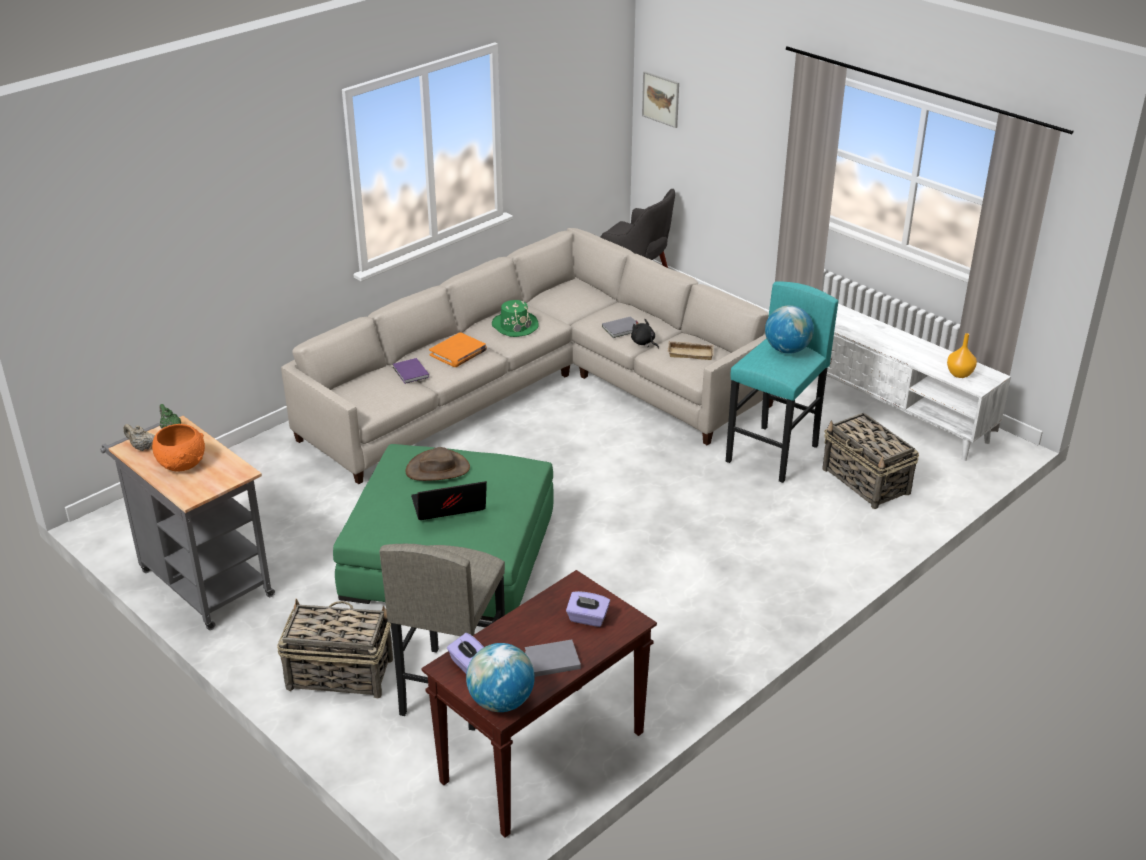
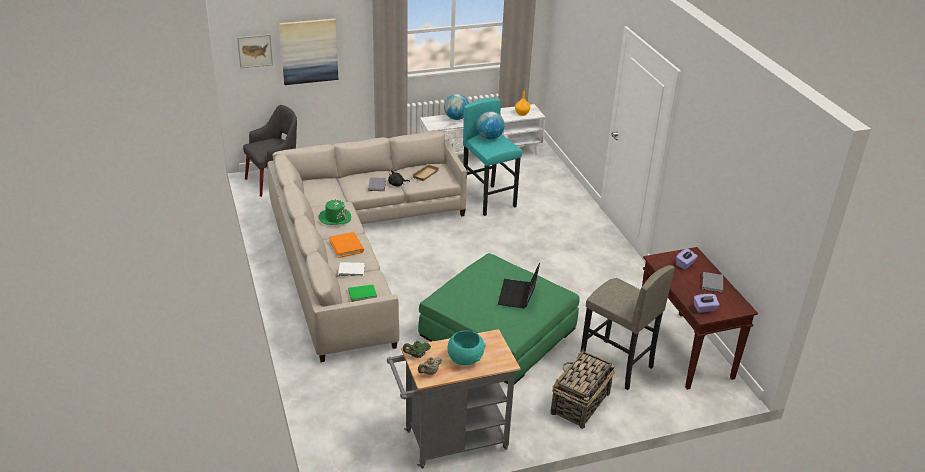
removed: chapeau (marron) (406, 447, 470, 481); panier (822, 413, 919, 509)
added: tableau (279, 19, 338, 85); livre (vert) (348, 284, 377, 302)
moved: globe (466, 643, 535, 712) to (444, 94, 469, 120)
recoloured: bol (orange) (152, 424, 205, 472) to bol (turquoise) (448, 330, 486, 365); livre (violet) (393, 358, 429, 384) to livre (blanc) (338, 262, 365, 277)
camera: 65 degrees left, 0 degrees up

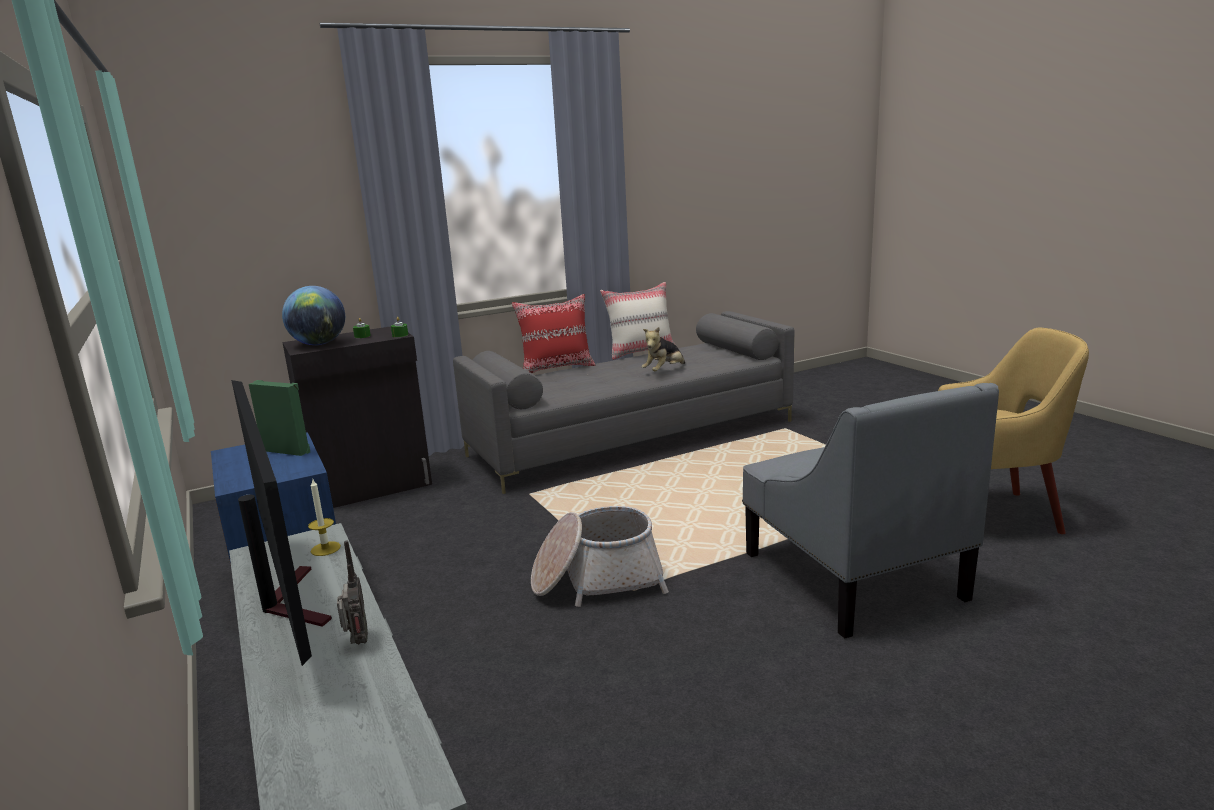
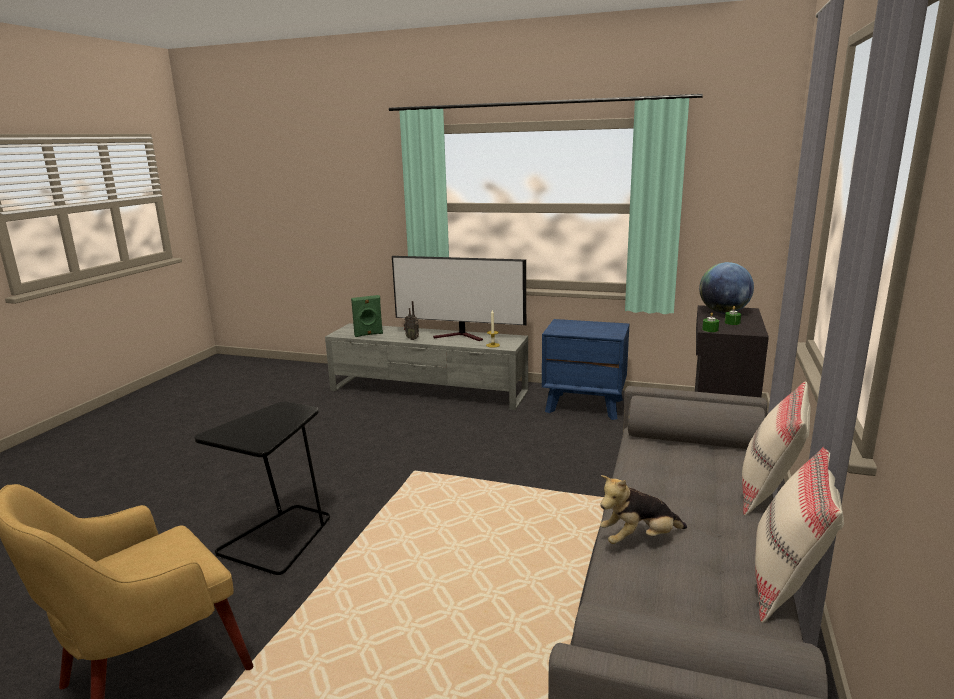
removed: panier (531, 506, 669, 607)
moved: enceinte (vert) (249, 380, 310, 456) to (351, 295, 383, 337)
replaced: fauteuil (gris) (742, 383, 999, 639) to table d'appoint (noir) (194, 401, 330, 575)
recoloured: coussin (rouge) (512, 294, 596, 373) to coussin (beige) (742, 381, 811, 516)
turned: peluche (642, 327, 685, 371) = (600, 475, 687, 544) 105 degrees counterclockwise
camera: 135 degrees right, 0 degrees up

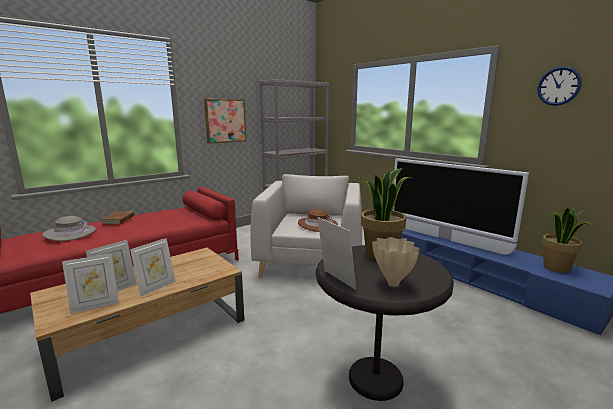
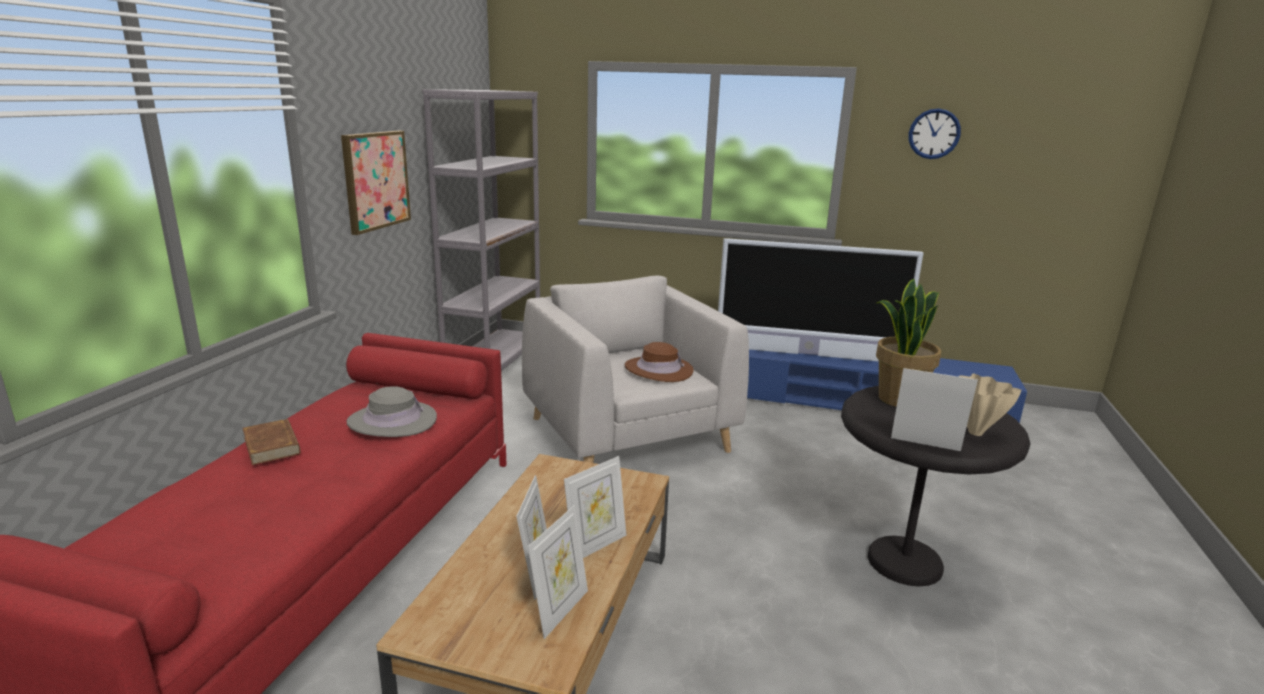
removed: plante en pot (542, 208, 592, 273)
moved: chapeau (gris) (42, 216, 96, 241) to (347, 386, 437, 437)
turned: cadre photo (130, 238, 176, 296) = (564, 456, 626, 558) 45 degrees clockwise
camera: 35 degrees left, 5 degrees up

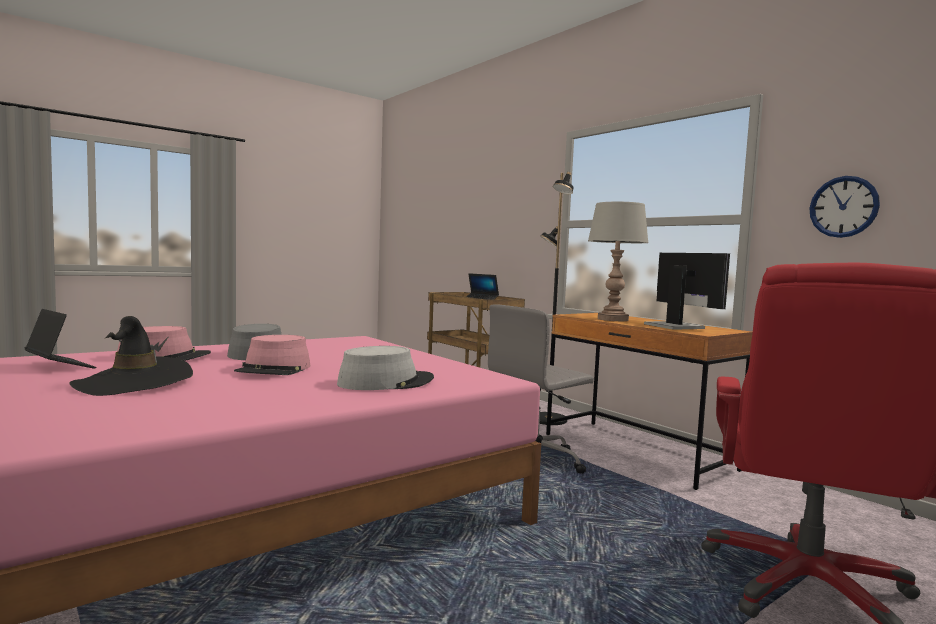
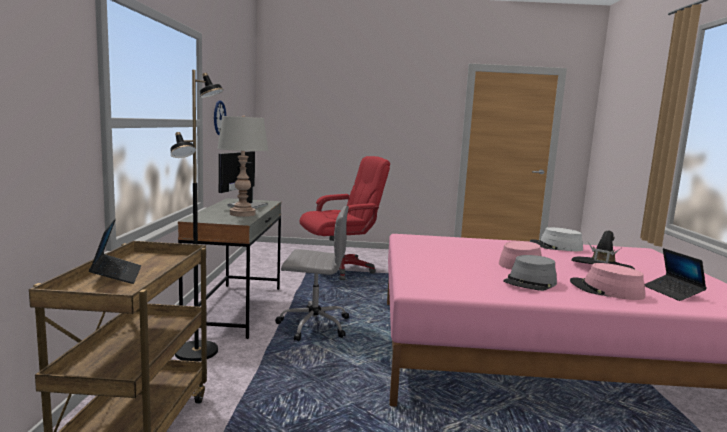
moved: chapeau (gris) (337, 346, 434, 390) to (530, 227, 583, 251)
recoloured: bureau (marron) (546, 313, 753, 490) to bureau (gris) (178, 198, 281, 339)
camera: 140 degrees left, 5 degrees up

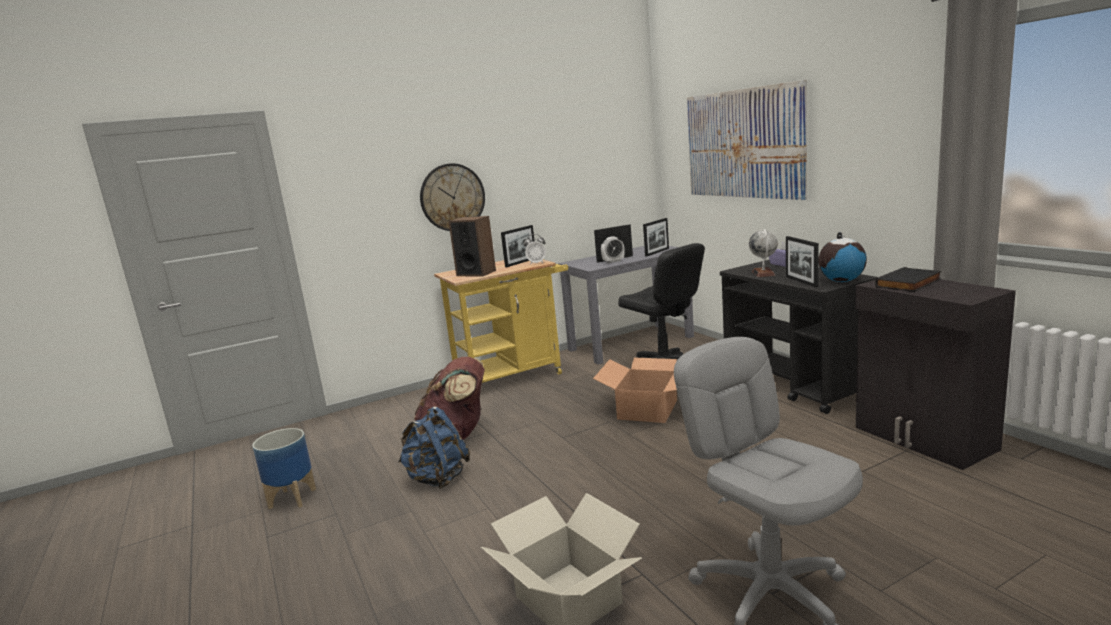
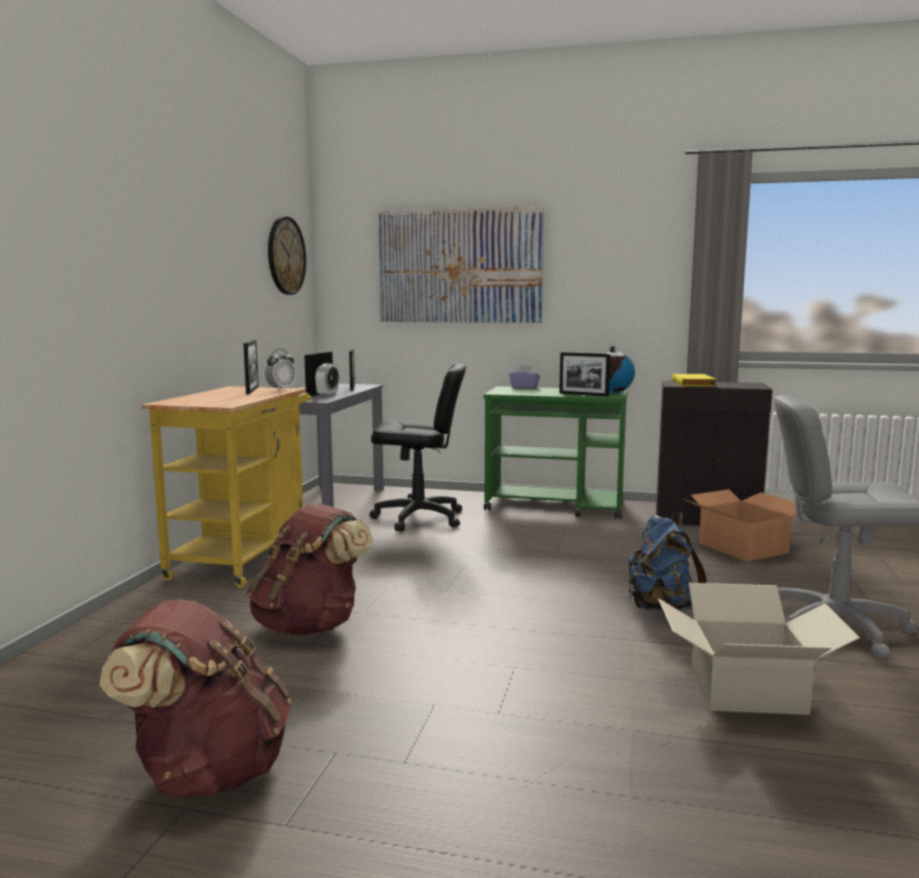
removed: enceinte (448, 216, 496, 276); globe (749, 229, 778, 277)
moved: sac à dos (bleu) (398, 406, 470, 489) to (628, 512, 707, 611); horloge murale (420, 163, 485, 231) to (268, 216, 306, 295); carton (593, 358, 677, 423) to (684, 489, 797, 562)
replaced: cache-pot (252, 428, 316, 509) to sac à dos (marron) (100, 599, 291, 797)
recoloured: chariot (noir) (720, 260, 878, 414) to chariot (vert) (484, 386, 628, 519); livre (noir) (875, 267, 942, 292) to livre (jaune) (672, 373, 716, 386)
camera: 50 degrees left, 5 degrees down

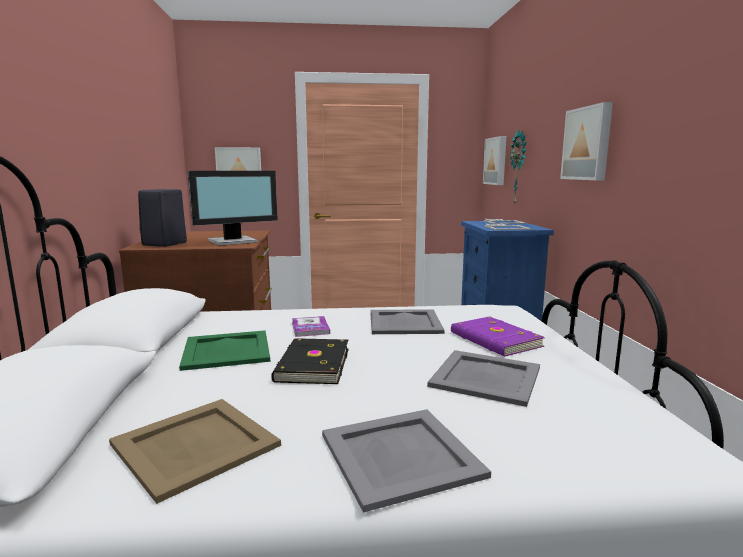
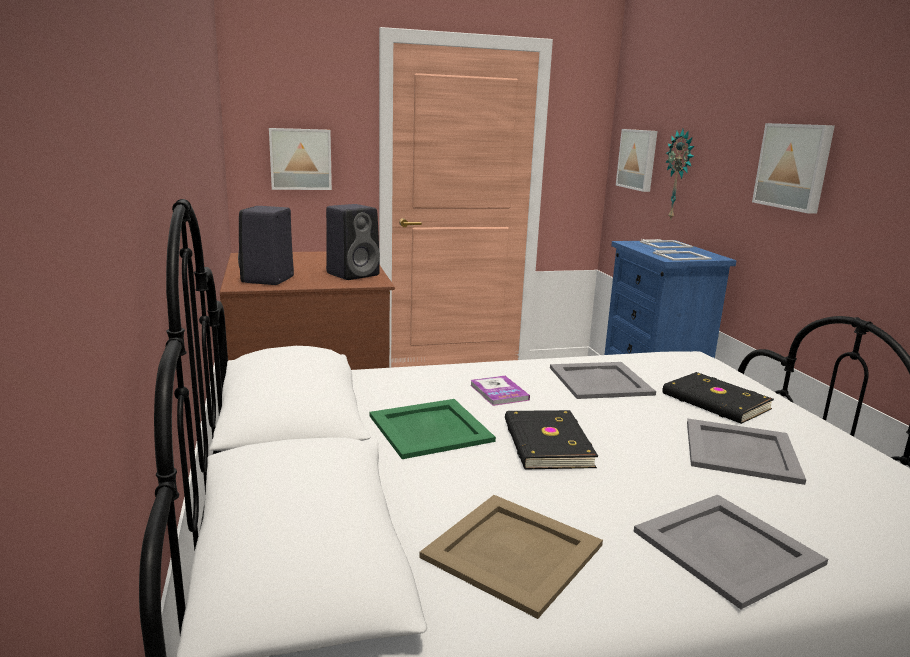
replaced: écran d'ordinateur (188, 171, 278, 246) to enceinte (noir) (326, 204, 380, 280)
recoloured: livre (violet) (451, 316, 545, 357) to livre (noir) (662, 372, 774, 424)
camera: 10 degrees left, 5 degrees up

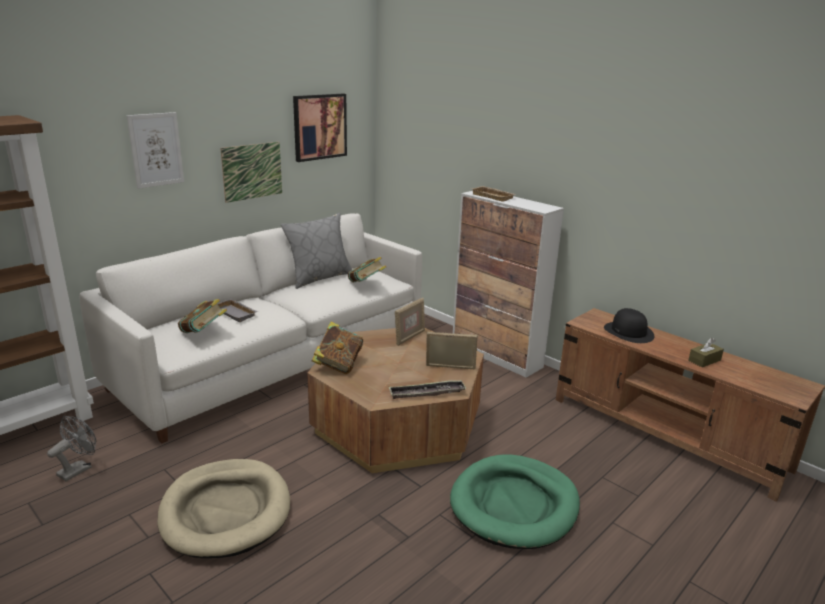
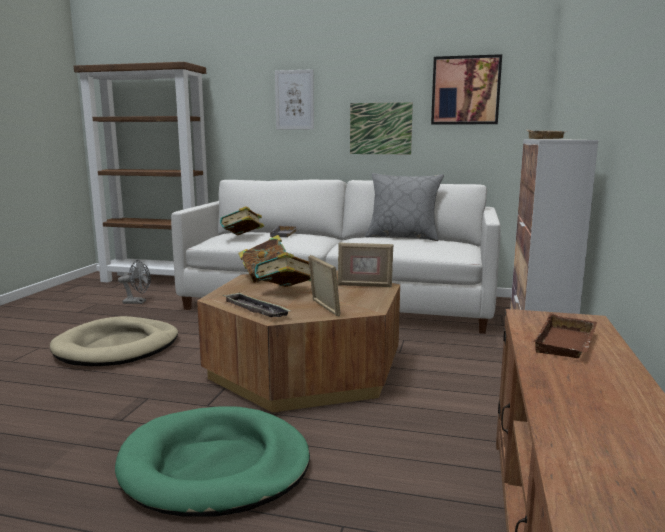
removed: boîte à mouchoirs (marron) (688, 338, 724, 367)
moved: livre (348, 257, 386, 282) to (255, 252, 311, 287)
replaced: chapeau (noir) (604, 308, 654, 343) to plateau (marron) (533, 314, 597, 358)
camera: 60 degrees right, 10 degrees down

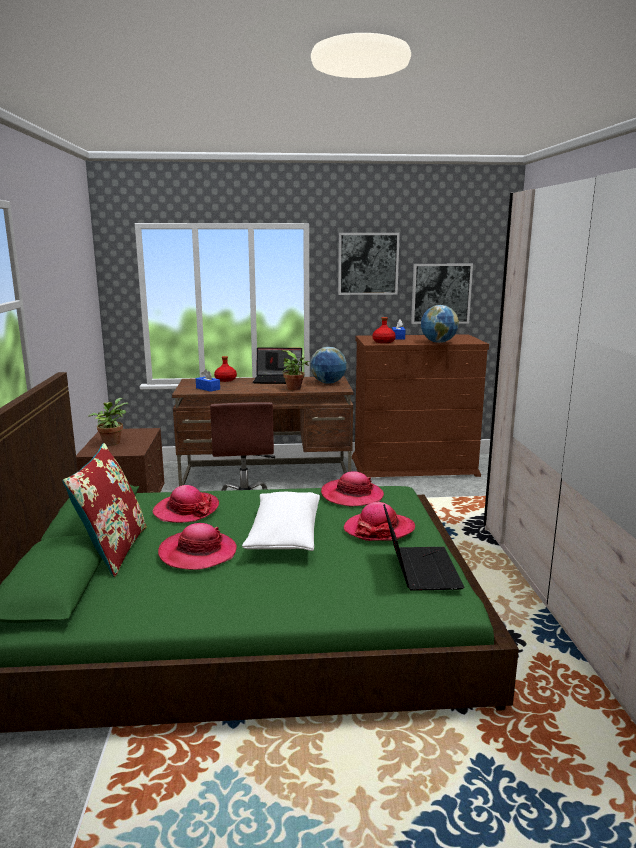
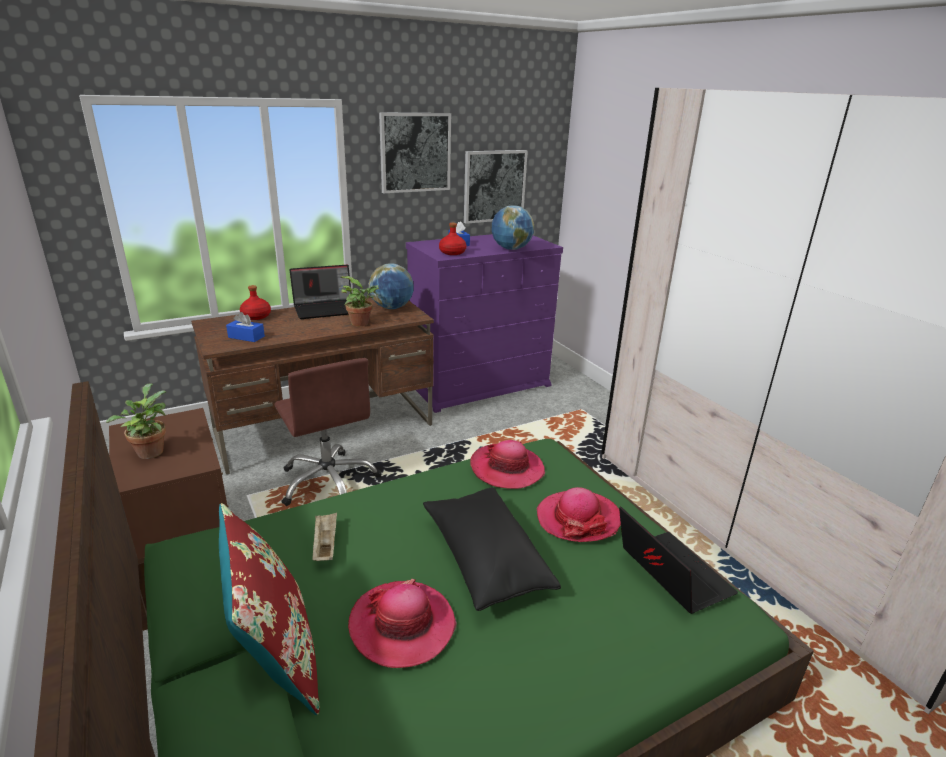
replaced: chapeau (153, 485, 219, 523) to plateau (beige) (312, 513, 337, 561)
recoloured: coussin (blanc) (242, 492, 320, 551) to coussin (noir) (423, 487, 561, 611); commode (marron) (352, 334, 489, 477) to commode (violet) (406, 234, 563, 413)
camera: 25 degrees left, 10 degrees up

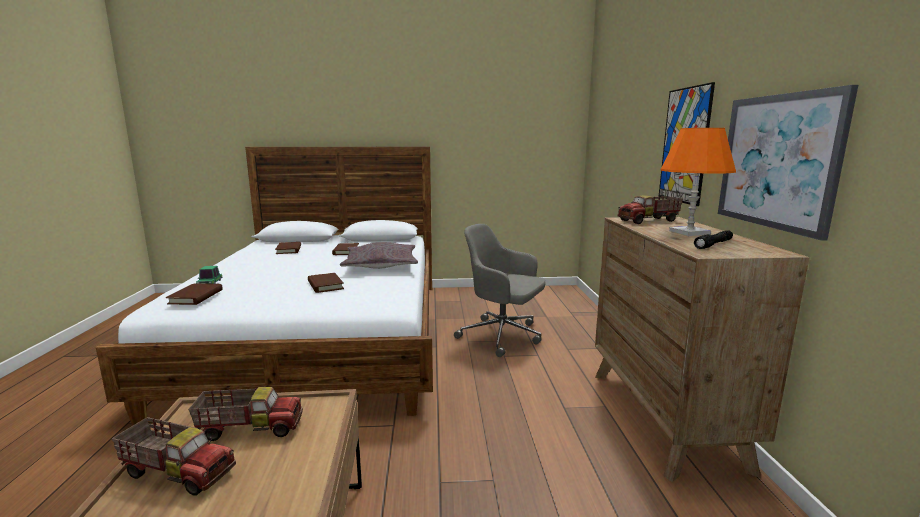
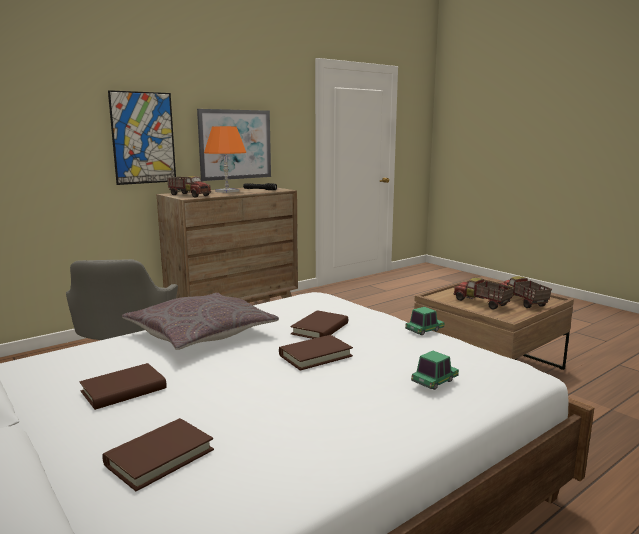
added: petite voiture (405, 307, 445, 335)
moved: livre (marron) (166, 283, 223, 305) to (279, 335, 353, 371)
camera: 125 degrees left, 0 degrees up

